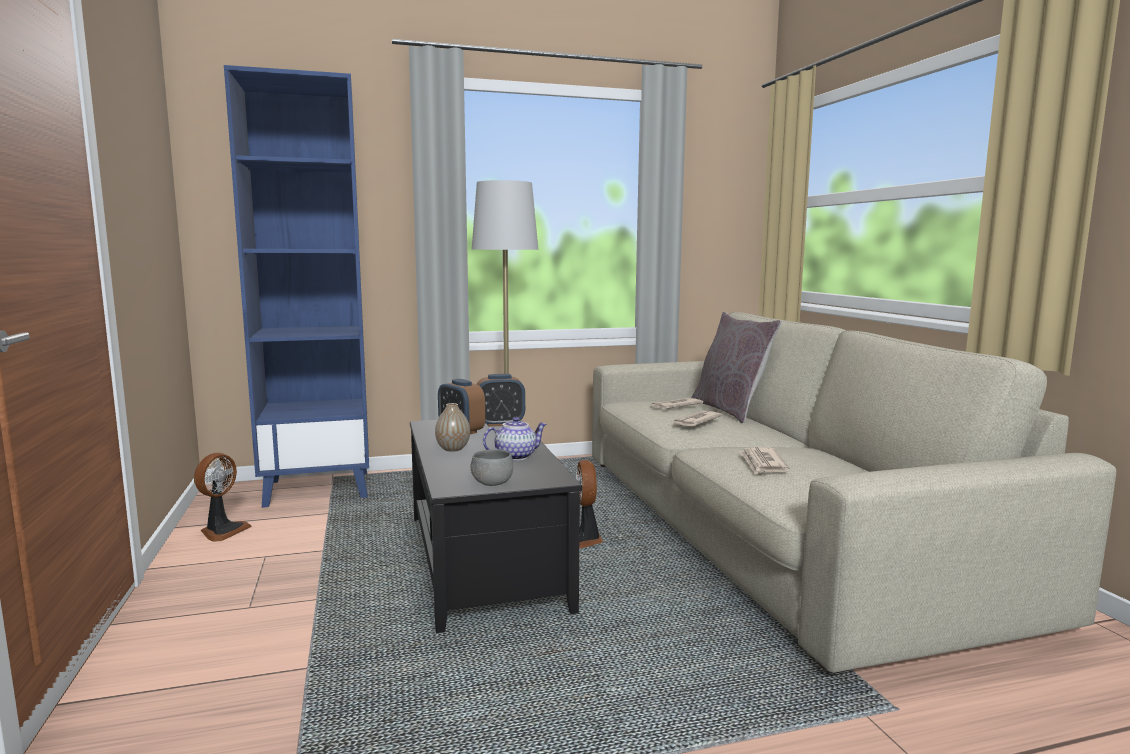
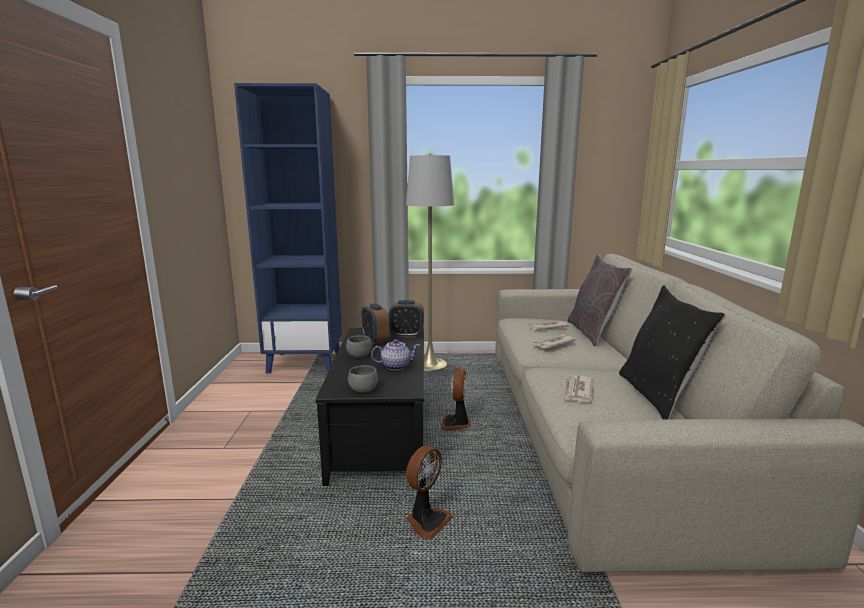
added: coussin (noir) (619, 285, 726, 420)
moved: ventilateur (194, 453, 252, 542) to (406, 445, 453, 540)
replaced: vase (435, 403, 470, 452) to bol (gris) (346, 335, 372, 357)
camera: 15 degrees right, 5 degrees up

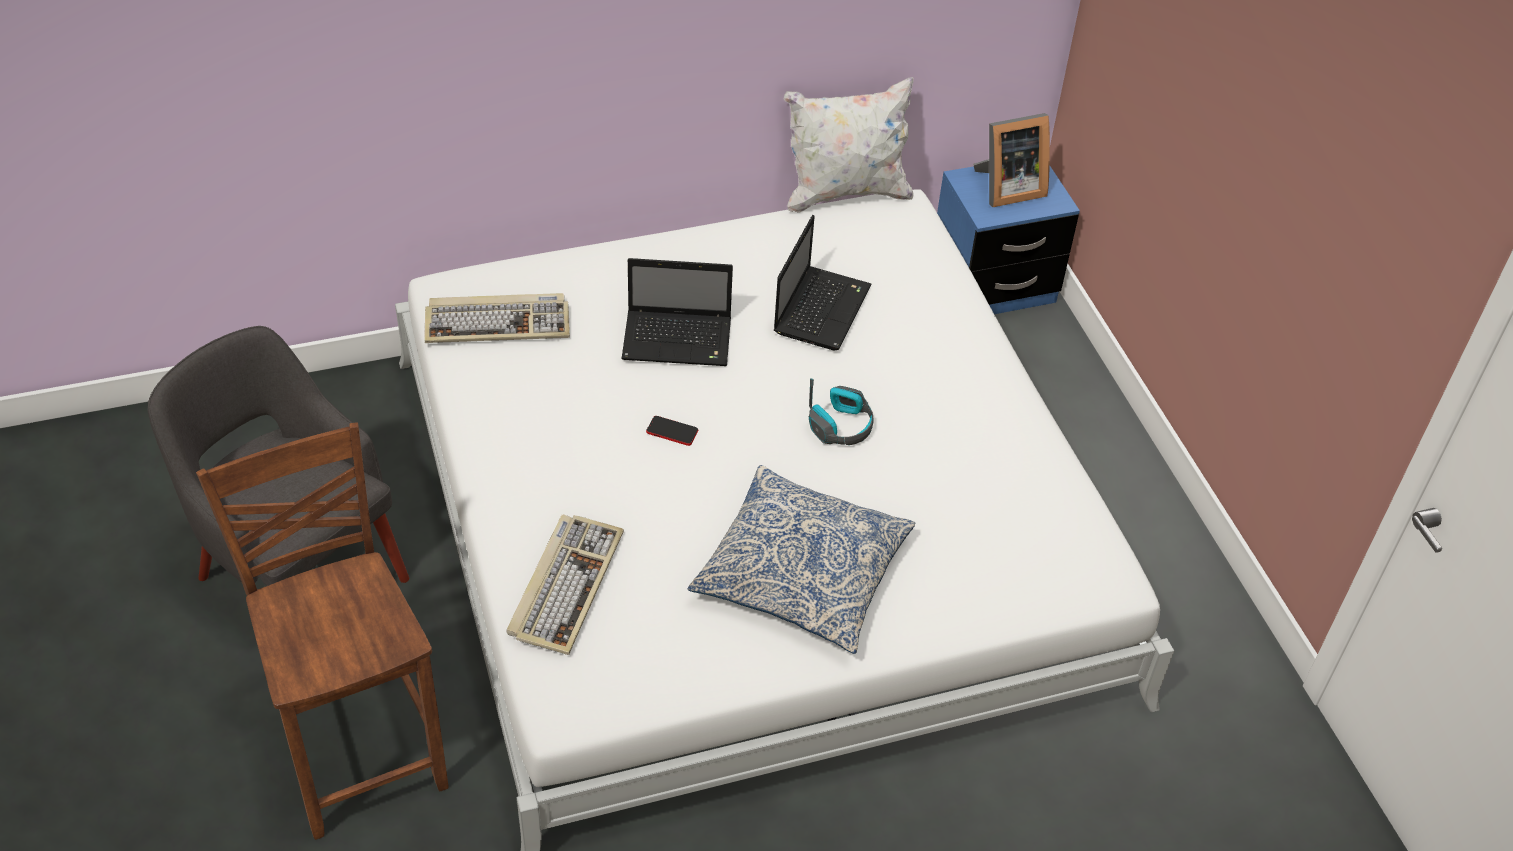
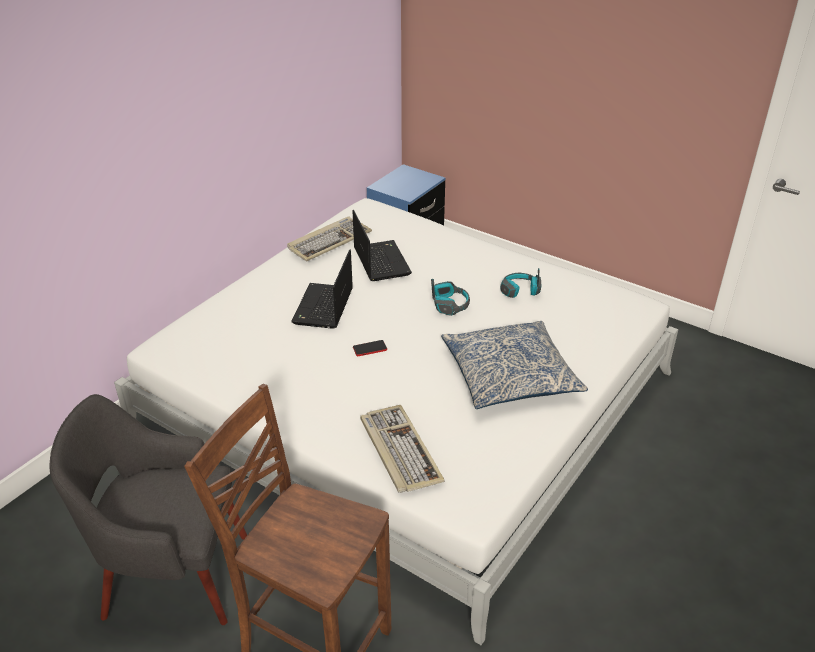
removed: coussin (blanc) (783, 77, 914, 213); cadre photo (973, 113, 1050, 207)
added: casque audio (500, 268, 541, 298)
moved: clavier (424, 293, 570, 343) to (287, 216, 372, 262)
turned: ordinateur portable (622, 258, 733, 366) = (291, 249, 353, 329) 135 degrees clockwise
camera: 35 degrees left, 10 degrees down

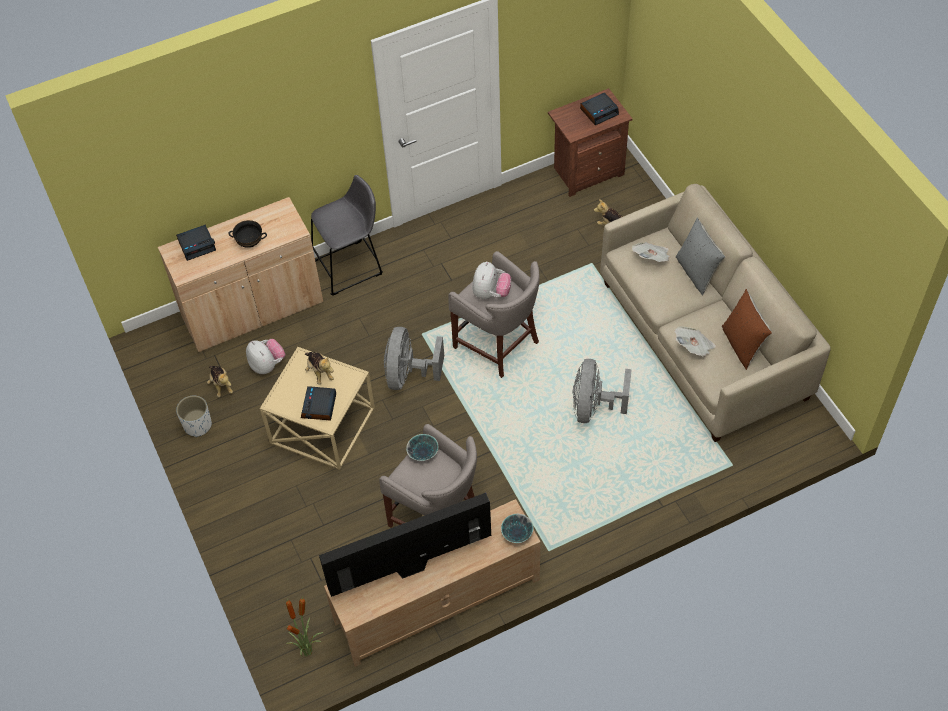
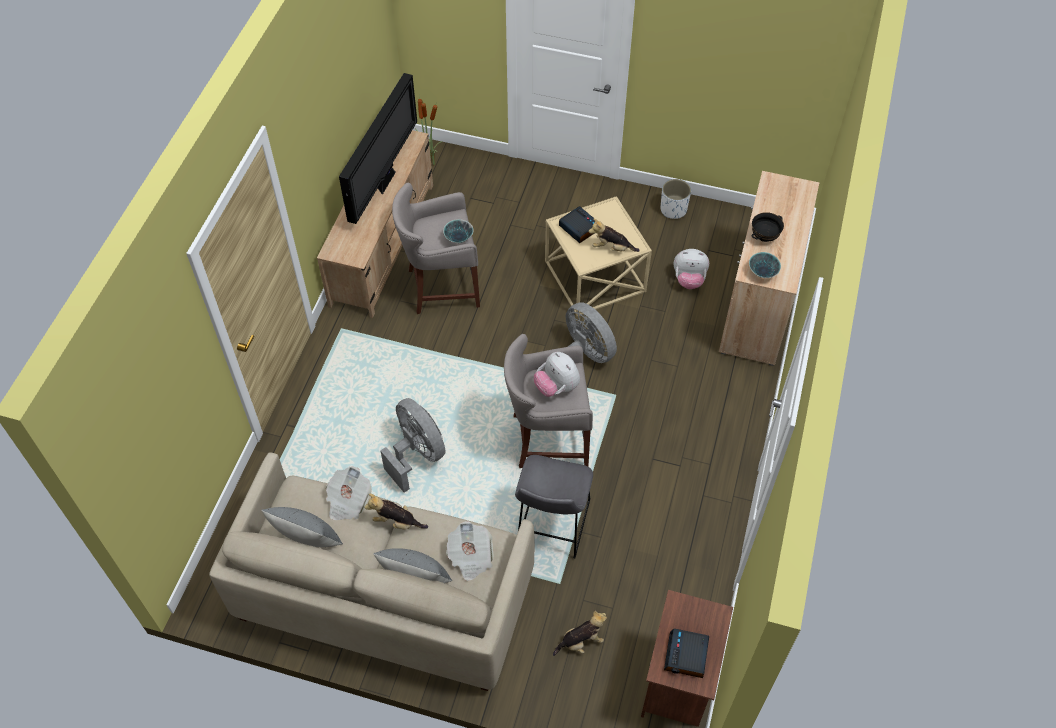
removed: réveil (176, 224, 216, 261)
moved: peluche (207, 366, 233, 397) to (364, 494, 428, 530); tabouret (gris) (311, 175, 383, 296) to (515, 455, 593, 558); bol (501, 514, 534, 543) to (749, 252, 781, 278)
recoloured: coussin (marron) (722, 289, 772, 370) to coussin (gris) (261, 507, 343, 547)
camera: 130 degrees right, 0 degrees up

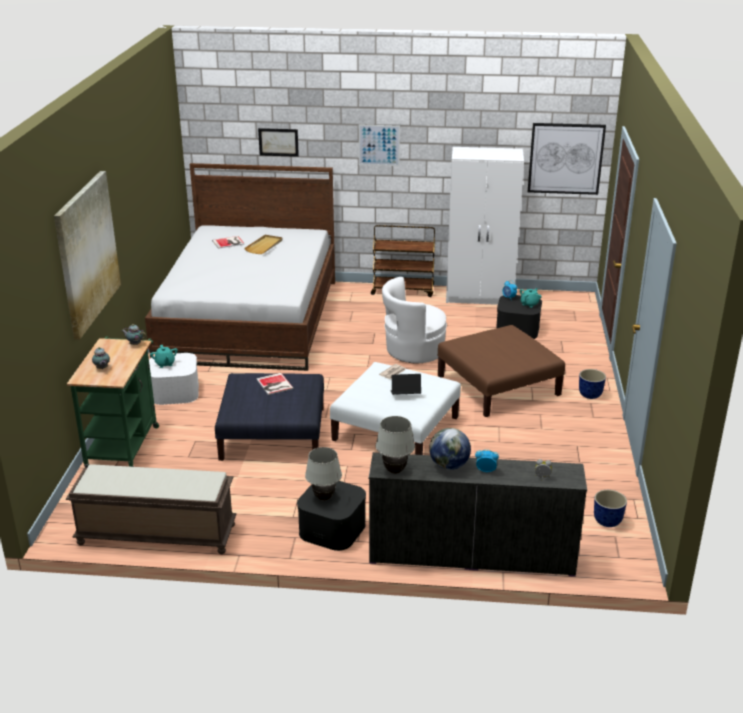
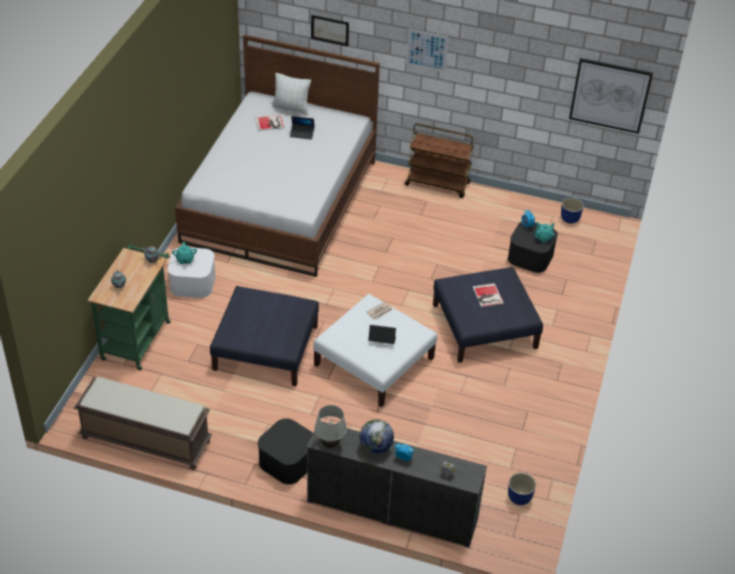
removed: tableau (54, 171, 121, 340); lampe de table (blanc) (305, 447, 342, 501); fauteuil (blanc) (382, 277, 447, 363); armoire (blanc) (446, 147, 524, 305)
added: coussin (272, 73, 311, 115)
moved: livre (256, 373, 294, 395) to (473, 283, 504, 307); cache-pot (579, 369, 606, 399) to (561, 198, 584, 224)
replaced: plateau (beige) (244, 235, 282, 254) to ordinateur portable (290, 116, 315, 140)
recoloured: pouf (marron) (438, 325, 565, 417) to pouf (bleu) (433, 267, 543, 363)
camera: 10 degrees right, 15 degrees up

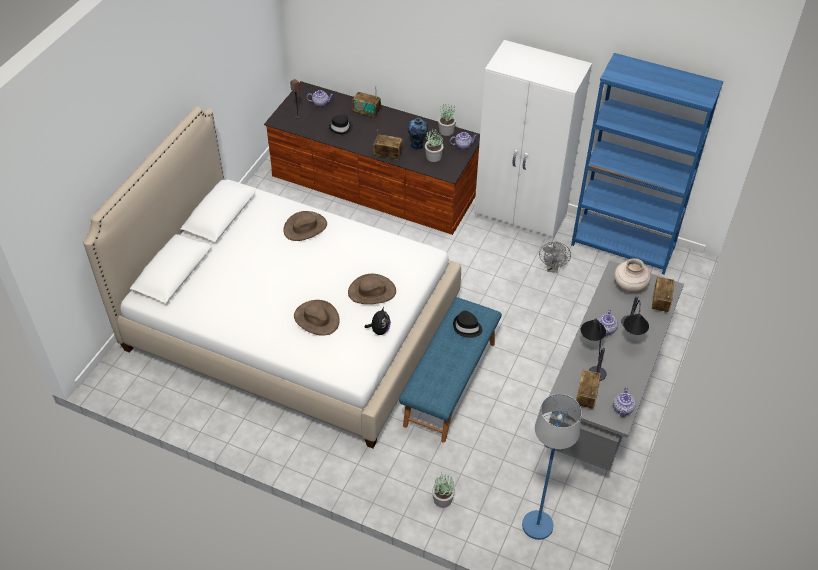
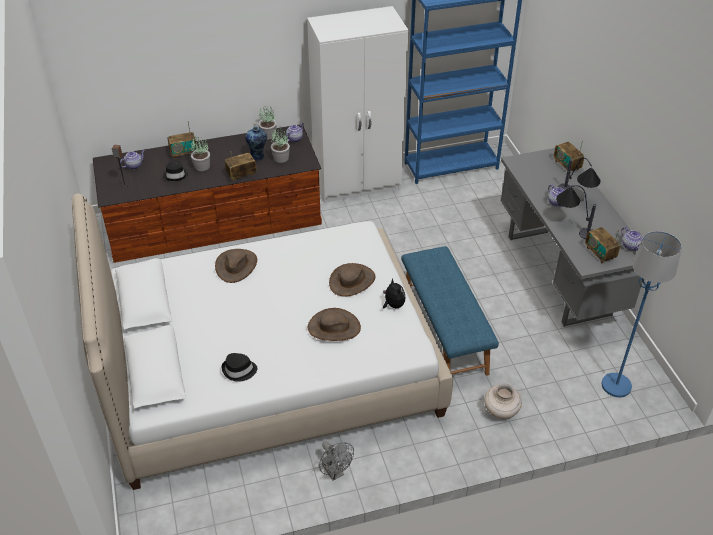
moved: plante en pot (432, 473, 455, 508) to (191, 138, 210, 171); chapeau (noir) (453, 311, 483, 338) to (222, 353, 257, 382); ventilateur (gris) (539, 241, 571, 273) to (319, 441, 354, 481); vase (beige) (614, 258, 651, 292) to (484, 383, 522, 419)
camera: 40 degrees left, 5 degrees down

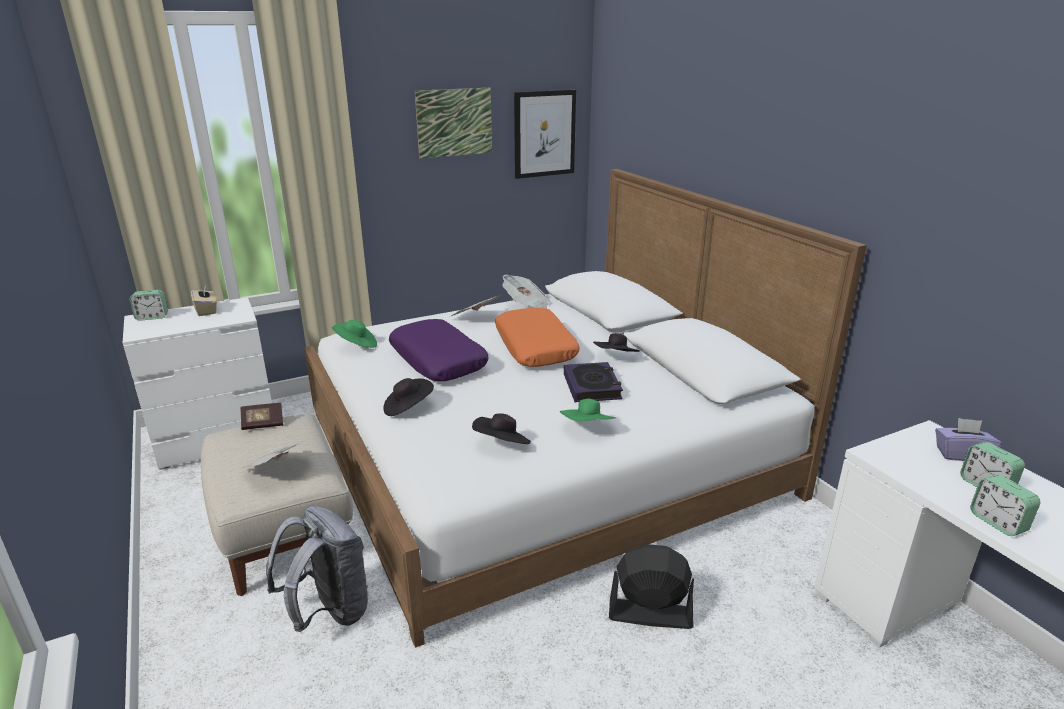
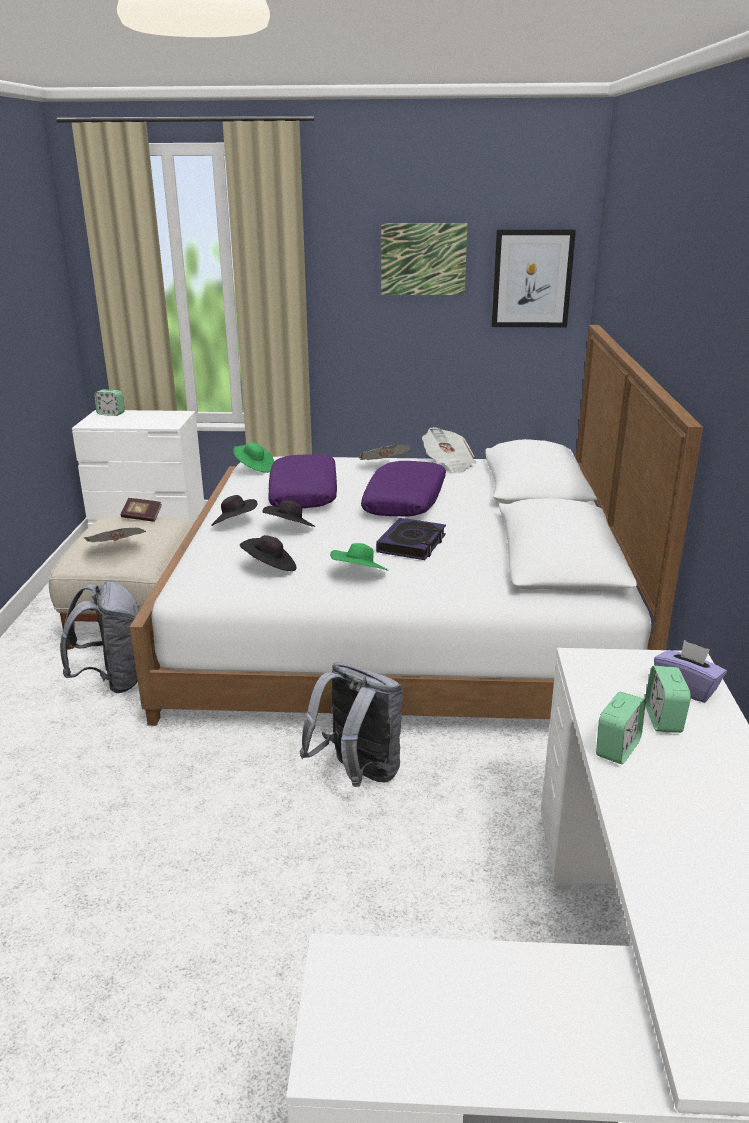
removed: boîte à mouchoirs (beige) (191, 285, 217, 316)
moved: chapeau (noir) (593, 333, 640, 352) to (262, 500, 315, 527)
replaced: ventilateur (noir) (609, 544, 694, 629) to sac à dos (gris) (300, 662, 403, 787)
recoloured: coussin (orange) (495, 308, 580, 367) to coussin (violet) (361, 461, 446, 516)
turned: réveil (970, 475, 1040, 536) = (596, 692, 646, 765) 150 degrees counterclockwise
camera: 30 degrees right, 0 degrees up

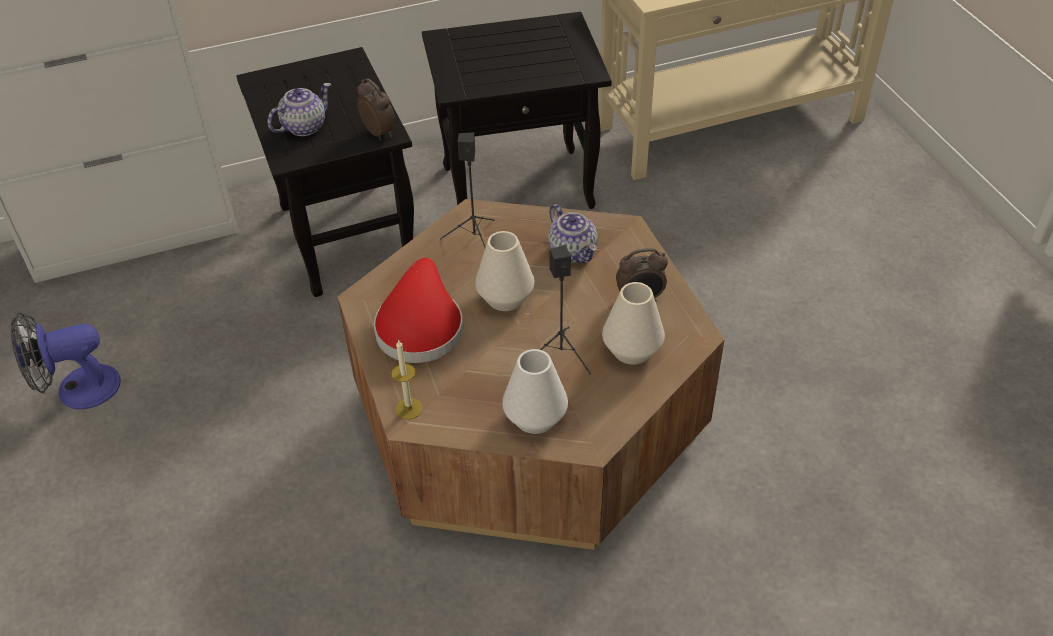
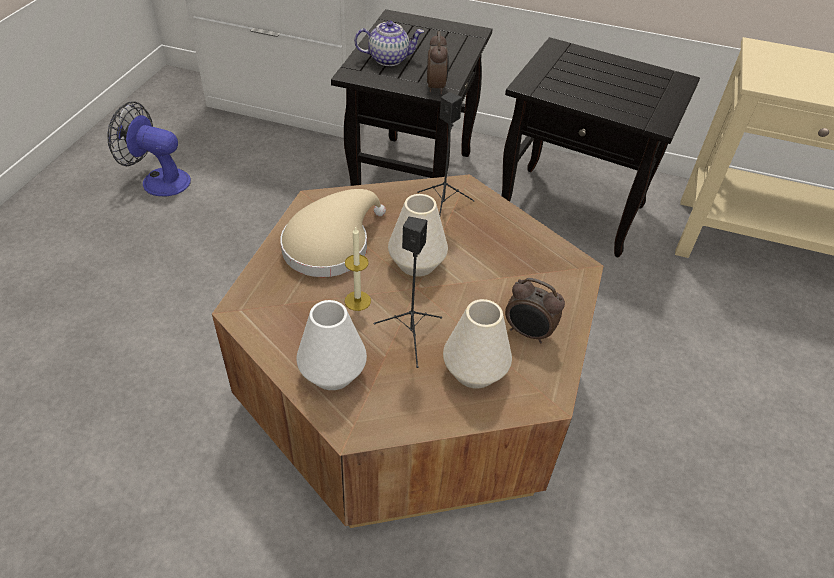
removed: théière (548, 204, 598, 264)
moved: bougie (391, 339, 423, 420) to (345, 226, 371, 311)
recoloured: chapeau (rouge) (374, 258, 463, 363) to chapeau (beige) (280, 189, 386, 277)
camera: 35 degrees right, 0 degrees up

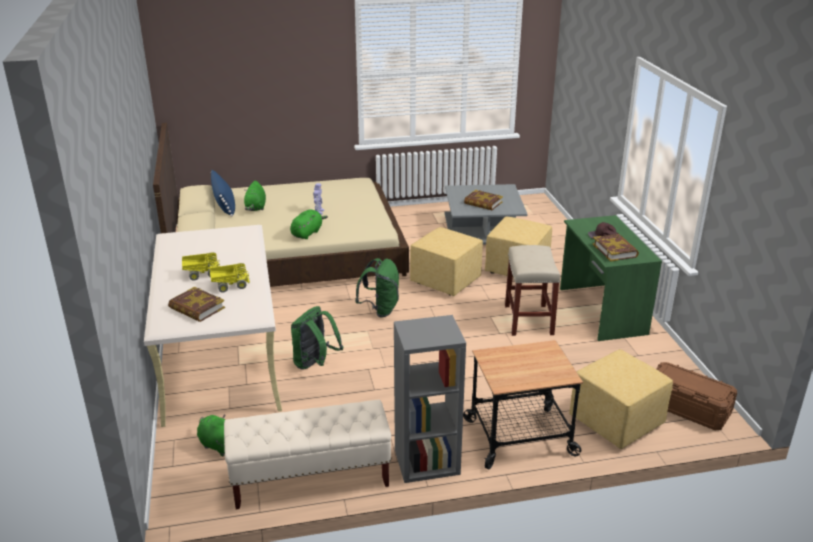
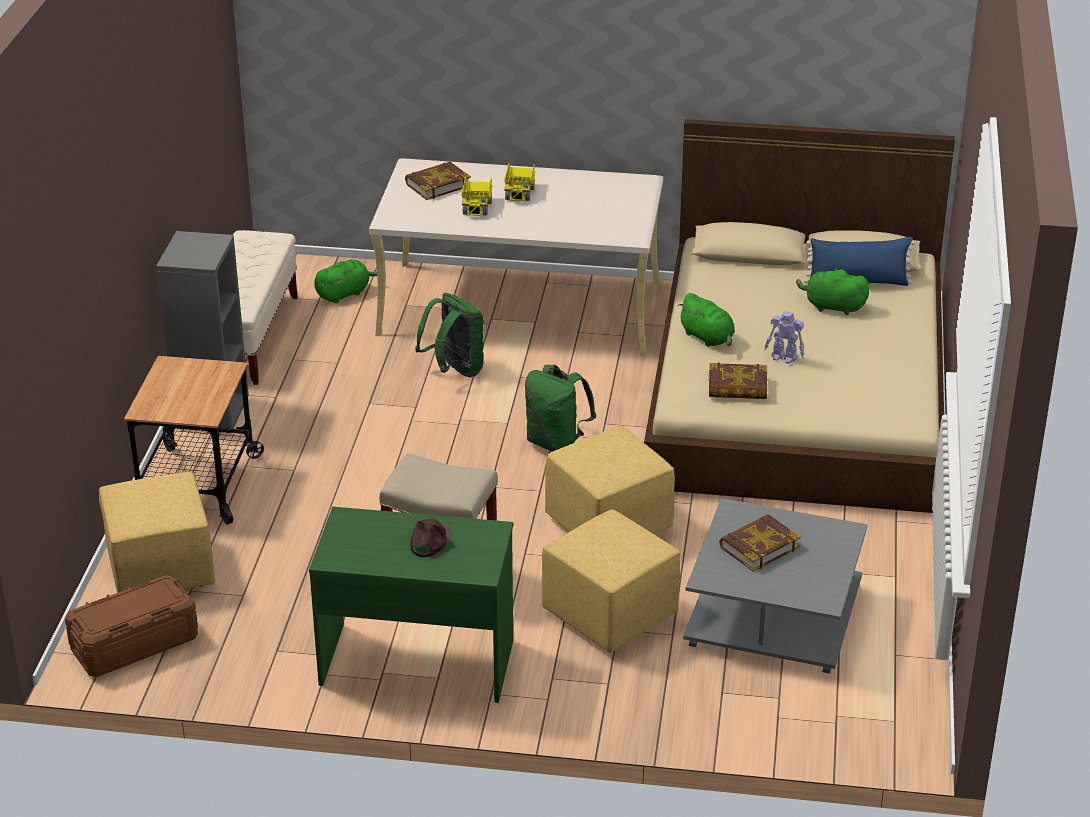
moved: livre (593, 234, 639, 261) to (709, 363, 767, 399)
camera: 110 degrees right, 5 degrees up

